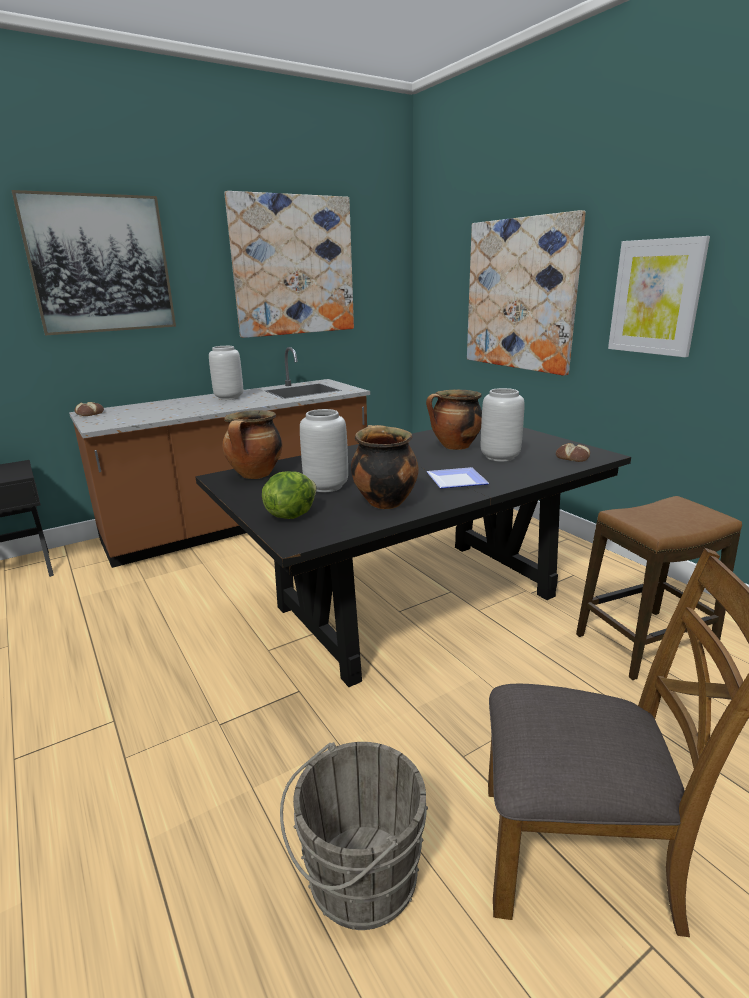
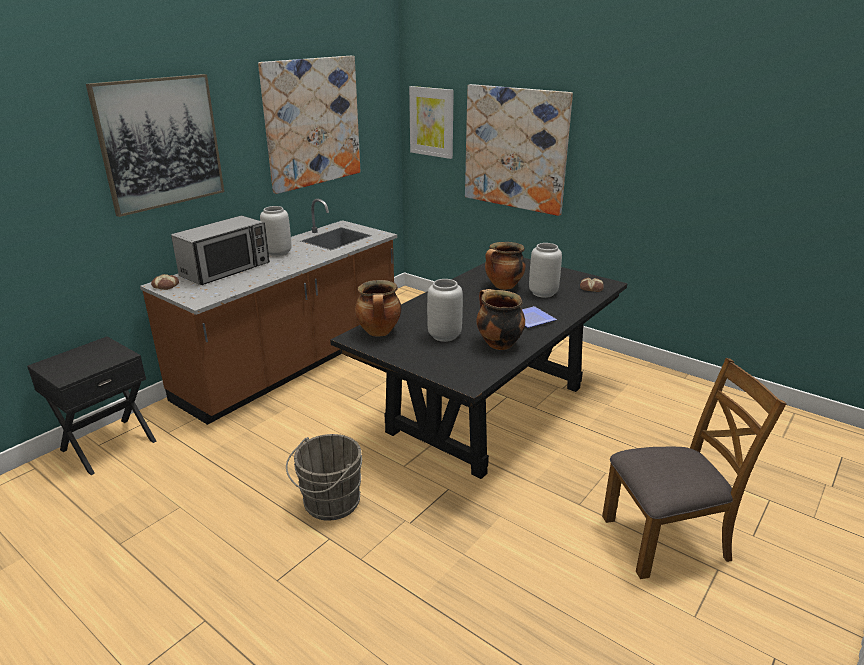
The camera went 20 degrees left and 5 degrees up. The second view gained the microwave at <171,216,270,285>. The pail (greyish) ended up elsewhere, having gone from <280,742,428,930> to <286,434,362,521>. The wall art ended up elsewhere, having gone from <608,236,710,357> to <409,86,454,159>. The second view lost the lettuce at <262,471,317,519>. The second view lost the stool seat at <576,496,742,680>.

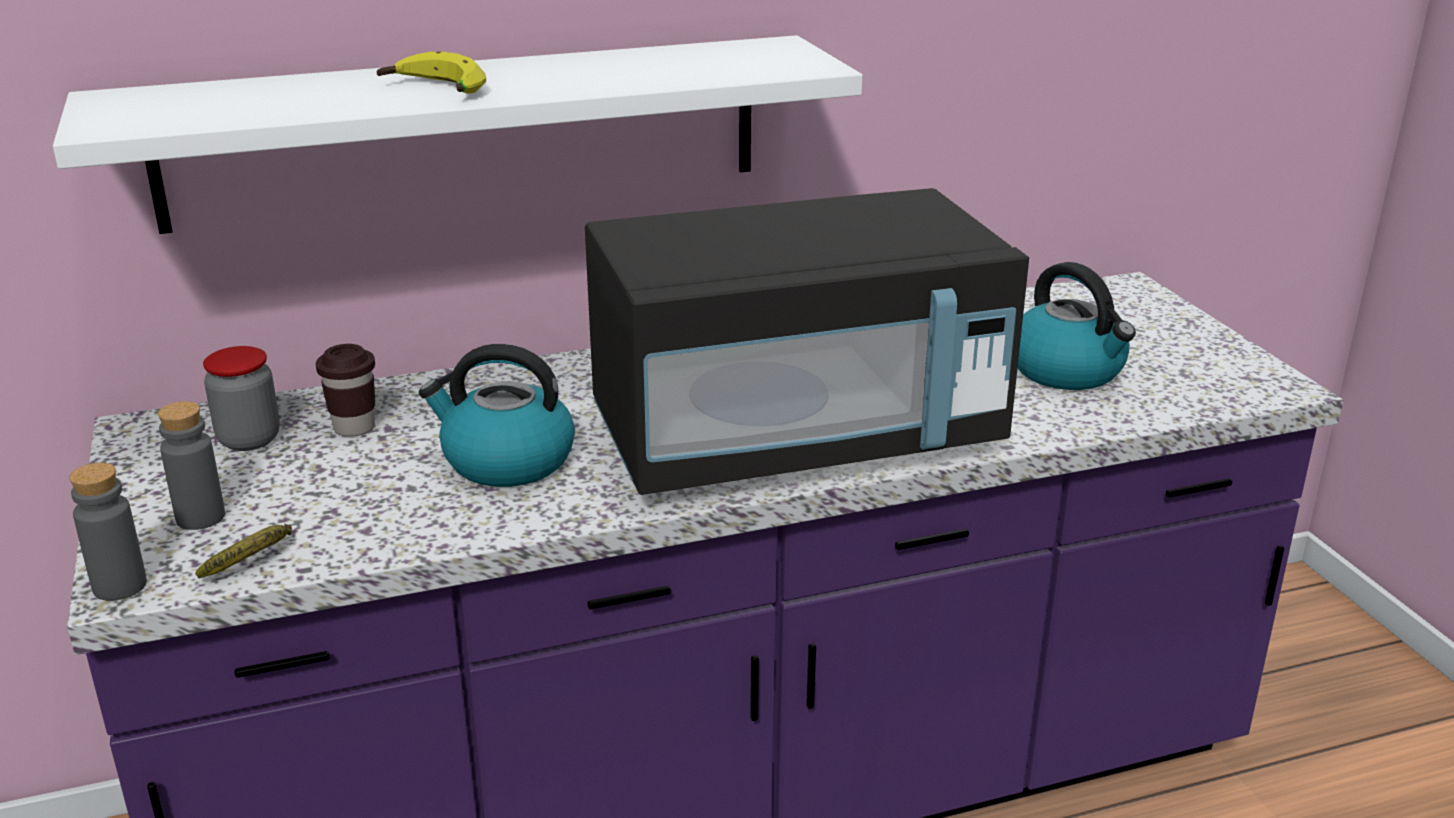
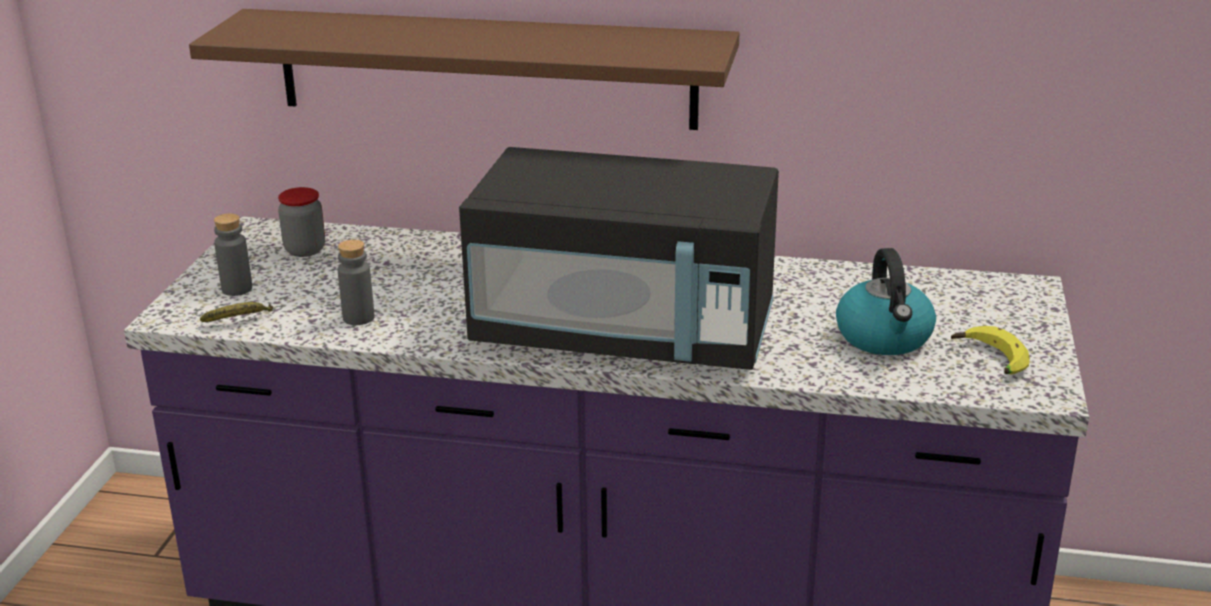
The camera went 30 degrees right and 0 degrees up. What was the bracket shelf (white-coloured) at <53,35,863,234> turned into the bracket shelf (brownish) at <189,9,739,130>. The bottle (greyish) ended up elsewhere, having gone from <69,463,147,601> to <337,240,374,325>. The banana ended up elsewhere, having gone from <377,52,486,94> to <951,326,1030,375>. The second view lost the small cup (brownish) at <316,344,375,437>. The second view lost the water kettle at <419,344,575,487>.

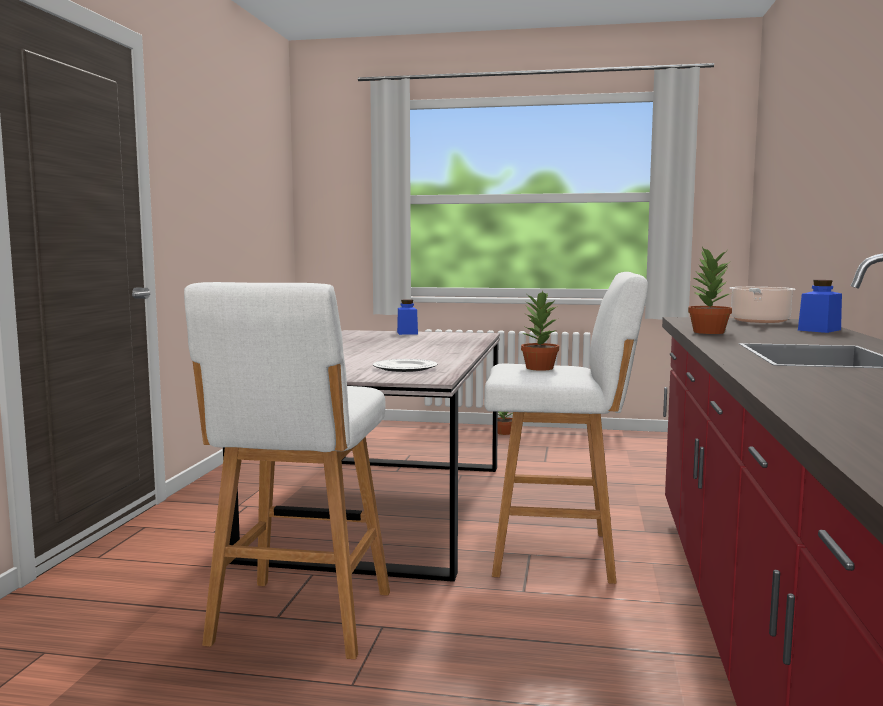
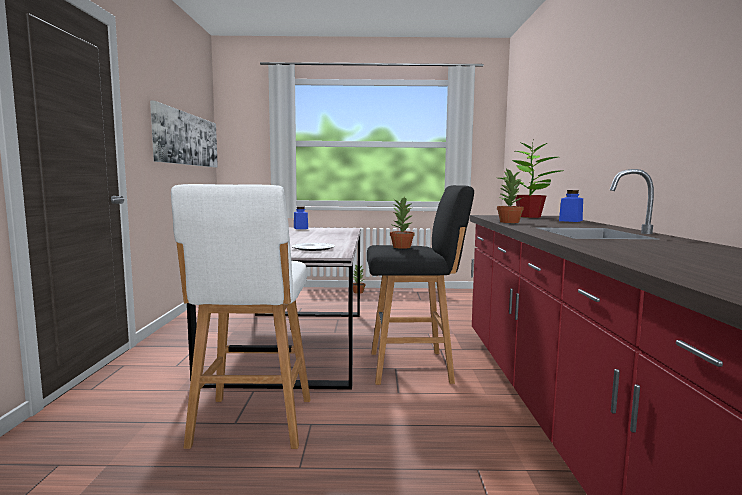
The camera went 10 degrees left and 0 degrees up. The second view gained the wall art at <150,101,218,167>. What was the stool seat (white-coloured) at <484,272,648,584> turned into the stool seat (blackish) at <367,185,474,385>. Where the saucepot stood at <729,287,796,323>, the plant in a pot came to stand at <499,143,561,218>.

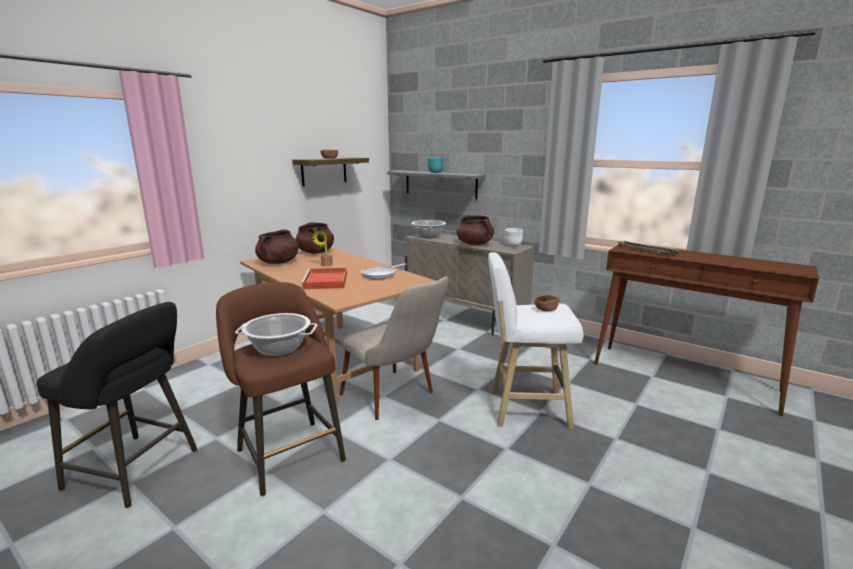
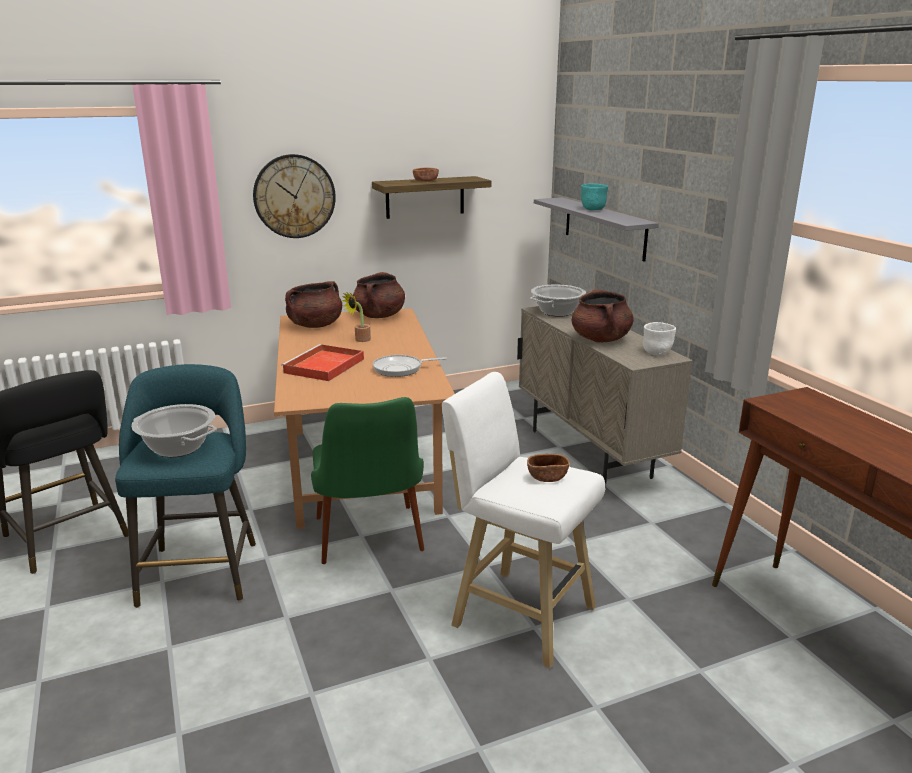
The camera went 30 degrees right and 5 degrees up. What was the stool seat (brownish) at <216,282,346,497> turned into the stool seat (turquoise) at <115,364,256,608>. The second view gained the hanging clock at <253,154,336,238>. What was the chair (sand-coloured) at <340,277,448,420> turned into the chair (green) at <311,397,424,564>. The second view lost the carrying tray at <616,240,679,255>.

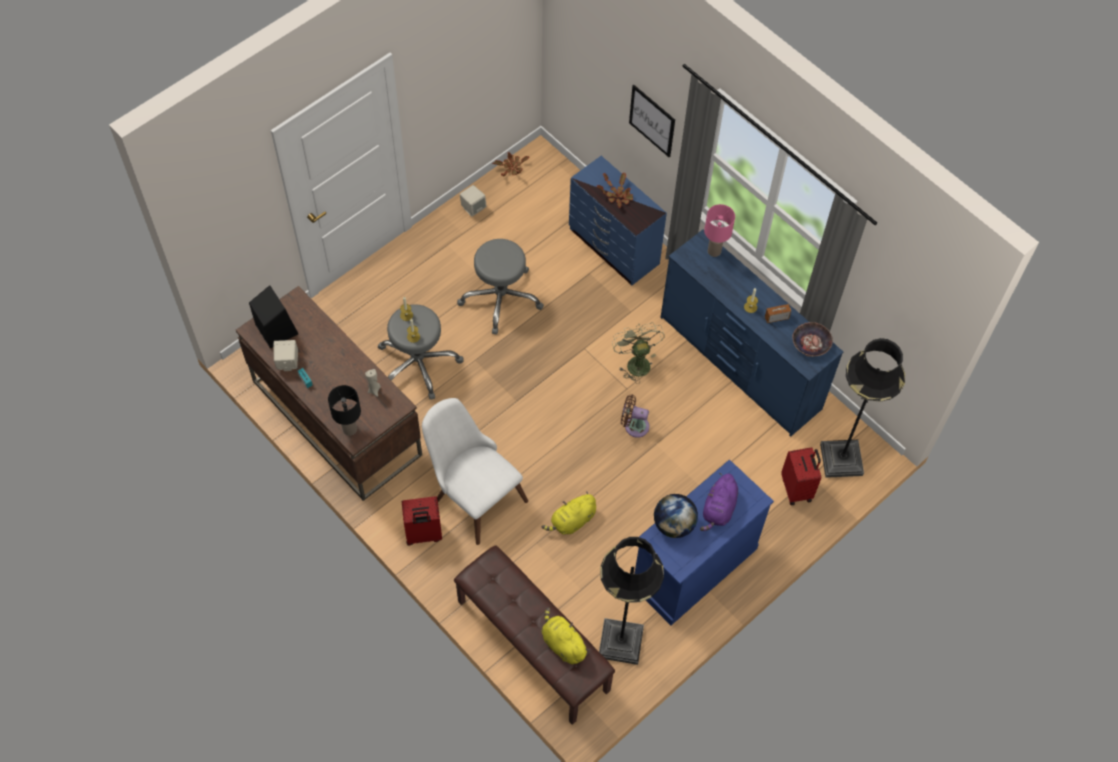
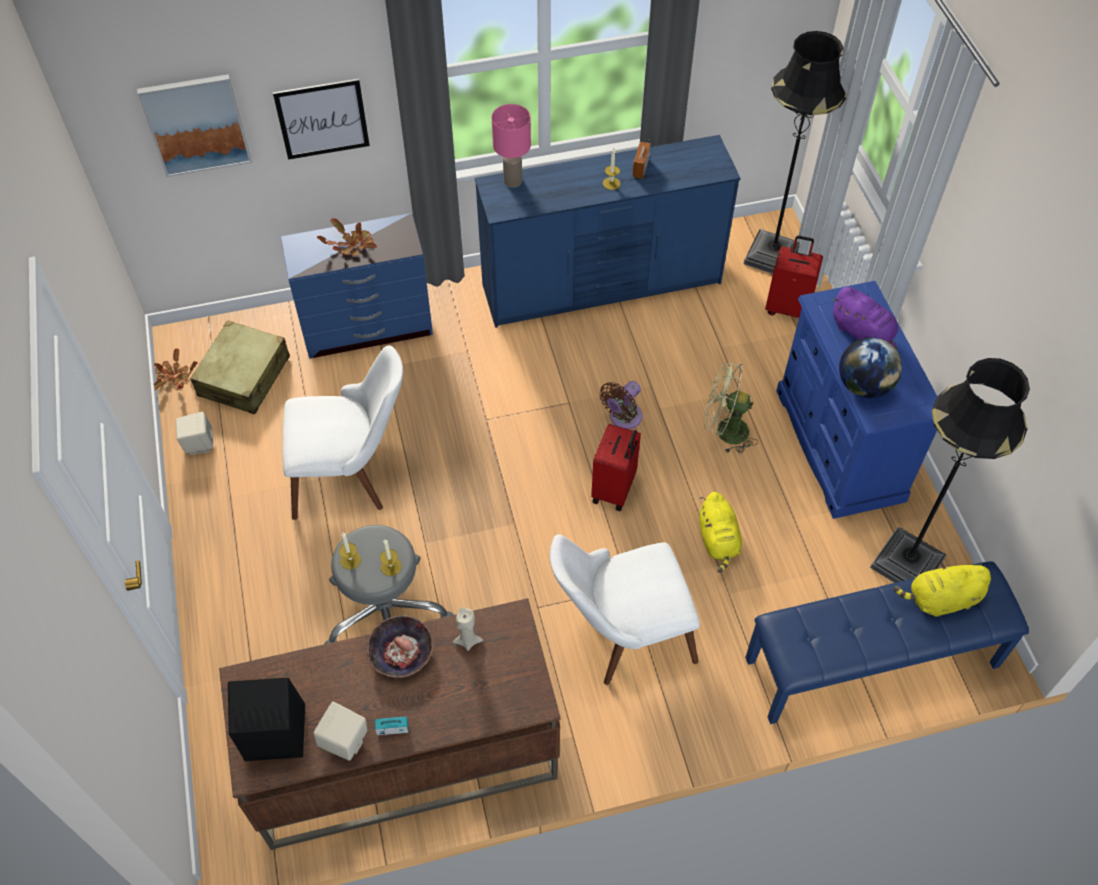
The camera went 60 degrees left and 5 degrees down. The second view gained the wall art at <137,74,252,177>. The second view gained the travel case (sand-coloured) at <190,320,290,414>. Where the stool seat (greyish) stood at <457,239,544,335>, the chair (white-coloured) came to stand at <283,345,403,520>. The serving bowl ended up elsewhere, having gone from <792,322,833,357> to <367,615,433,678>. The travel case (red) ended up elsewhere, having gone from <402,496,442,545> to <591,424,641,511>. The electric fan (green) ended up elsewhere, having gone from <612,322,665,384> to <704,363,758,454>. What was the indoor bench (brownish) at <454,545,615,725> turned into the indoor bench (blue-coloured) at <745,561,1029,724>. The second view lost the lamp for a table (blackish) at <328,385,361,436>.

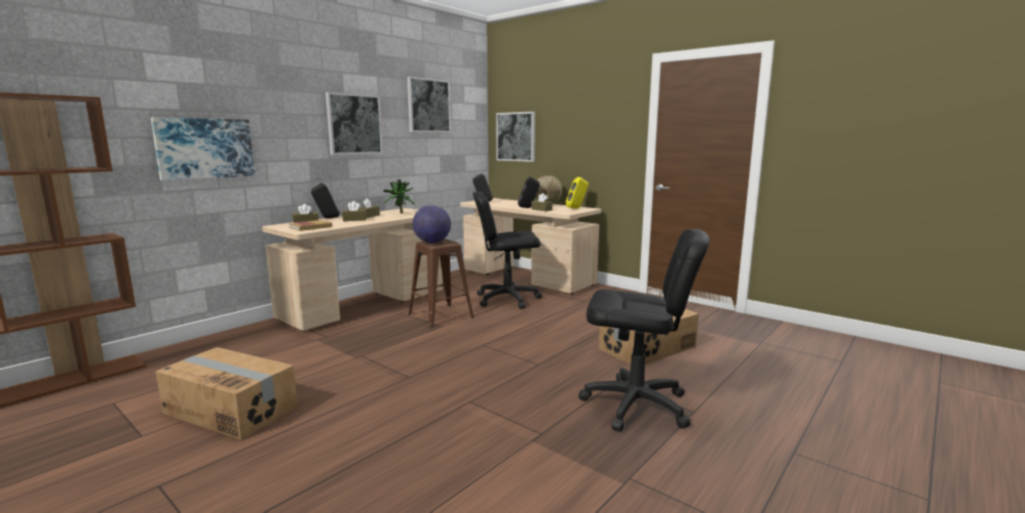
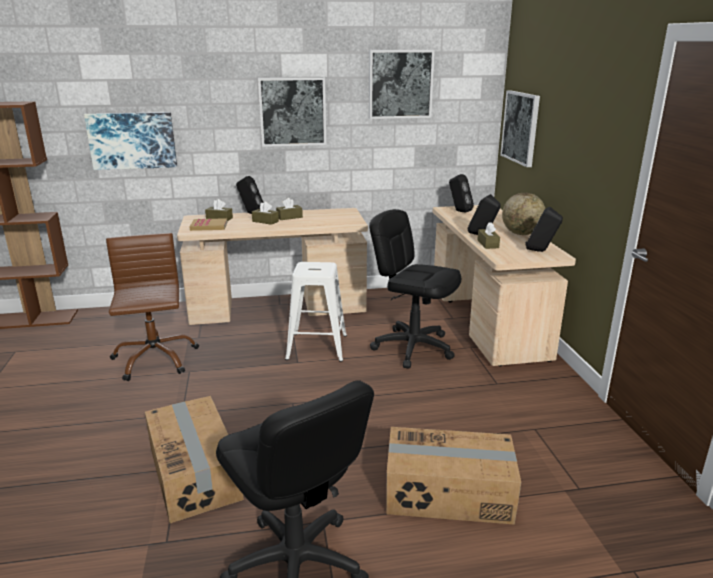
The camera went 40 degrees right and 10 degrees up. The second view gained the office chair (brownish) at <106,233,199,381>. The packing box ended up elsewhere, having gone from <155,347,298,440> to <145,396,244,523>. What was the stool seat (brownish) at <408,239,474,328> turned into the stool seat (white-coloured) at <285,262,347,362>. What was the loudspeaker (yellowish) at <566,177,588,209> turned into the loudspeaker (blackish) at <525,207,563,252>. The second view lost the plant in a pot at <383,180,415,214>. The second view lost the globe at <412,205,451,243>.

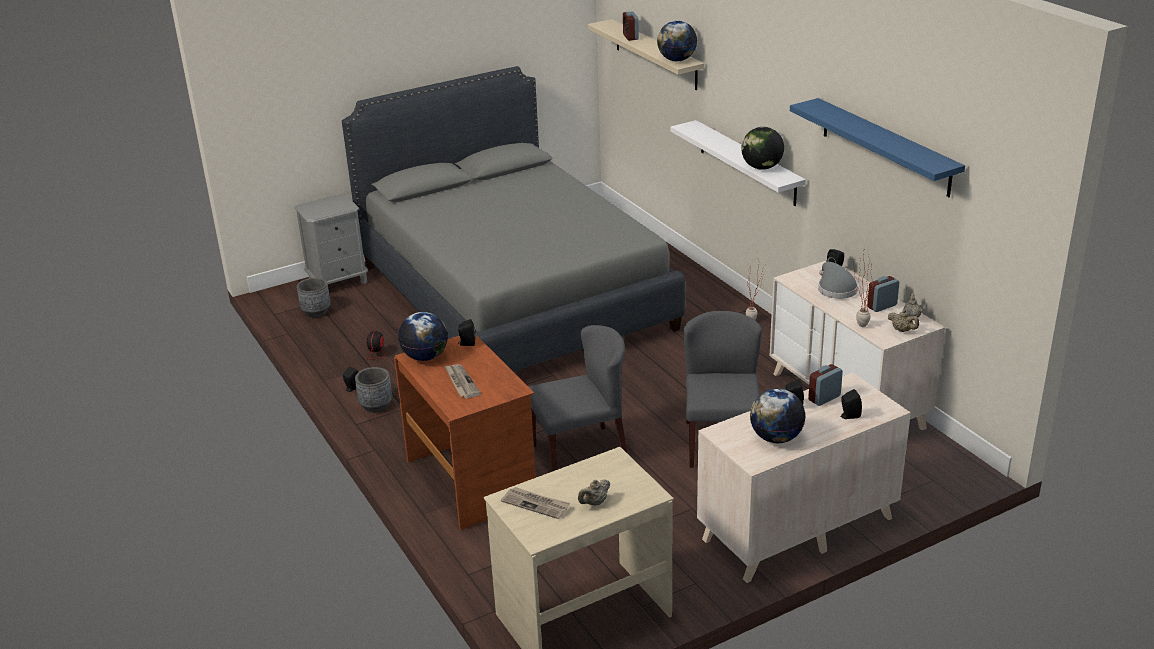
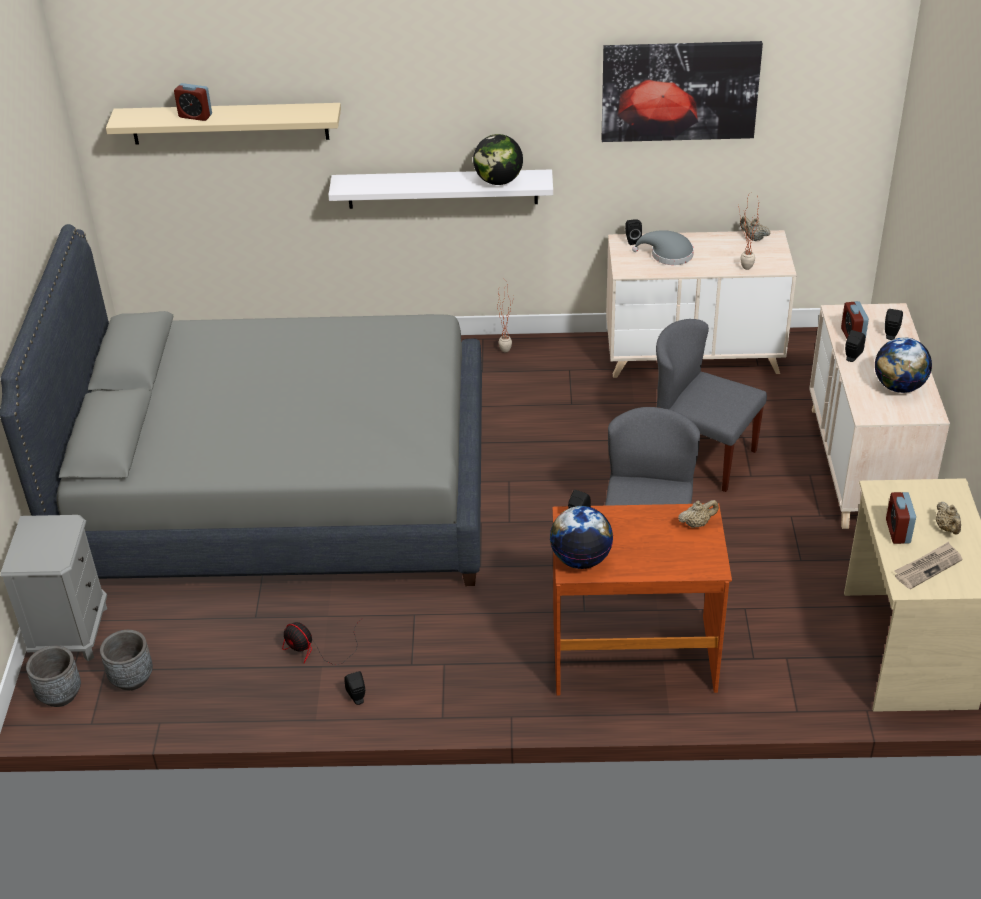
The camera went 60 degrees left and 10 degrees up. The flower pot (greyish) ended up elsewhere, having gone from <355,367,392,413> to <26,646,81,707>. Where the bracket shelf (blue-coloured) hung at <790,98,965,197>, the wall art came to hang at <602,41,763,142>. The teapot (sand-coloured) ended up elsewhere, having gone from <887,309,919,332> to <678,500,719,528>. The bedside clock ended up elsewhere, having gone from <867,276,899,312> to <886,492,916,544>. The second view lost the newspaper at <445,364,481,398>. The second view lost the globe at <657,21,697,61>.

